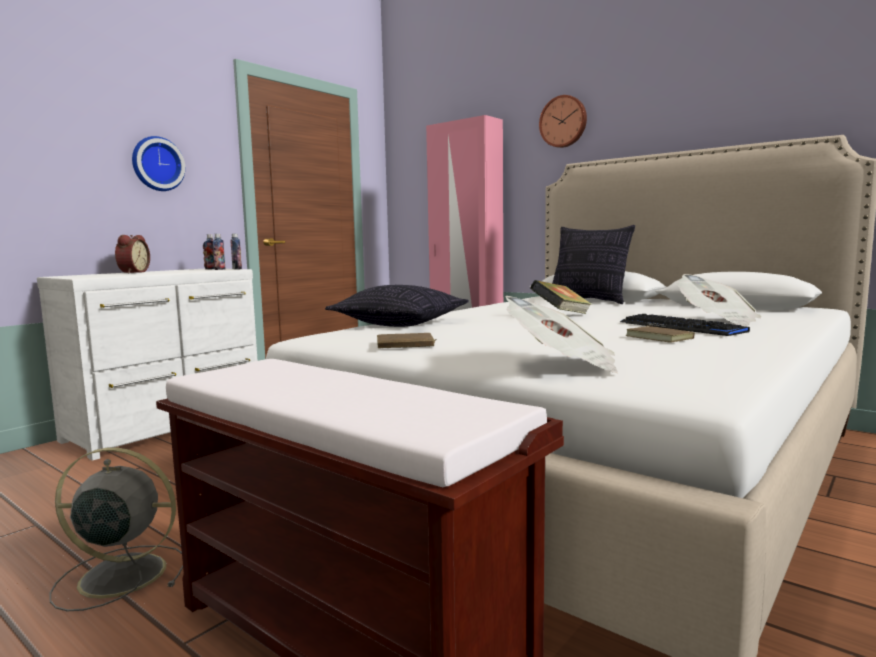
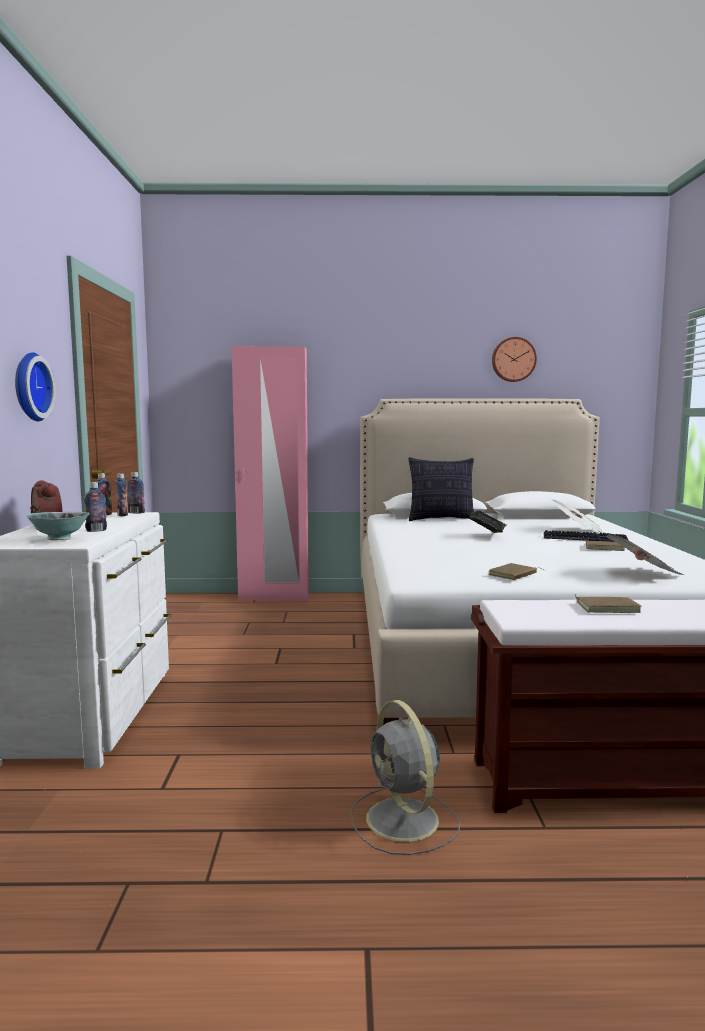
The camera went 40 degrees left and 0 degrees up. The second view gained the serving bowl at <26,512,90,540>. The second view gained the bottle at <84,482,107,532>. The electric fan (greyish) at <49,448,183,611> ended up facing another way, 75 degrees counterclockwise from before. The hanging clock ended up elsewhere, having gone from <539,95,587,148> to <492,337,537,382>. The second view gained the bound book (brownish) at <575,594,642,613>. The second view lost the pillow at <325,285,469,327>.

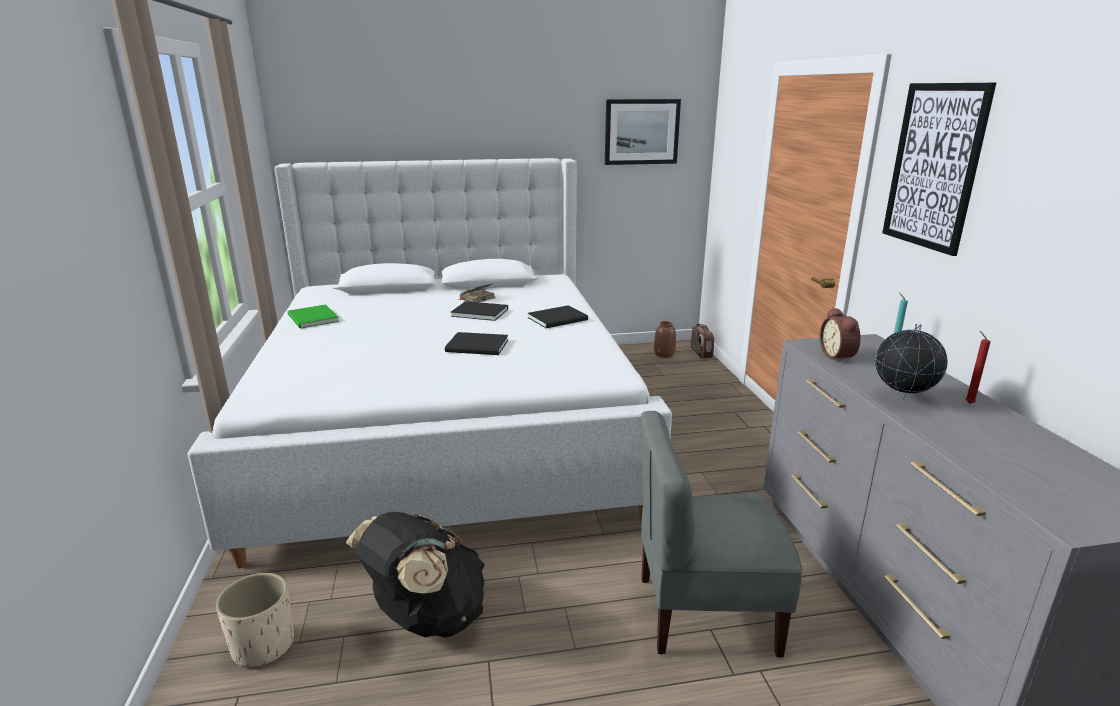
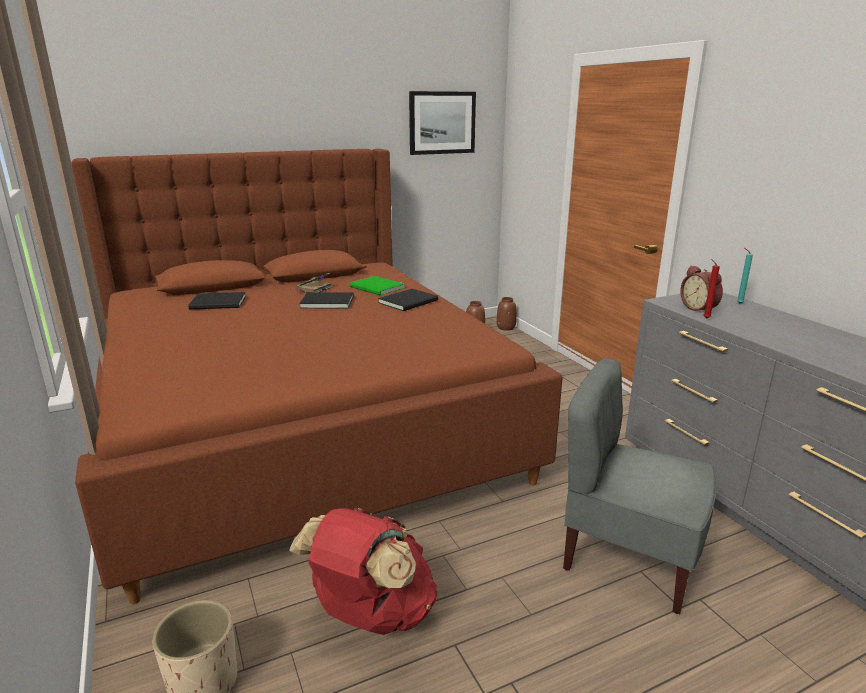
The camera went 15 degrees left and 0 degrees up. What was the sleeping bed (white-coloured) at <188,158,672,568> turned into the sleeping bed (brownish) at <71,149,563,604>. The bound book (blackish) ended up elsewhere, having gone from <445,332,508,355> to <188,292,246,309>. What was the rucksack (blackish) at <346,512,485,638> turned into the rucksack (red) at <289,508,437,635>. The bound book (green) ended up elsewhere, having gone from <288,304,339,329> to <350,276,405,296>. Where the radio receiver stood at <691,324,714,359>, the vase (brownish) came to stand at <497,297,517,331>. The chair (greyish) at <641,411,803,658> ended up facing another way, 45 degrees clockwise from before. The candle (red) ended up elsewhere, having gone from <965,331,990,404> to <704,259,720,318>. The second view lost the globe at <875,324,948,399>. The second view lost the wall art at <882,83,996,256>.

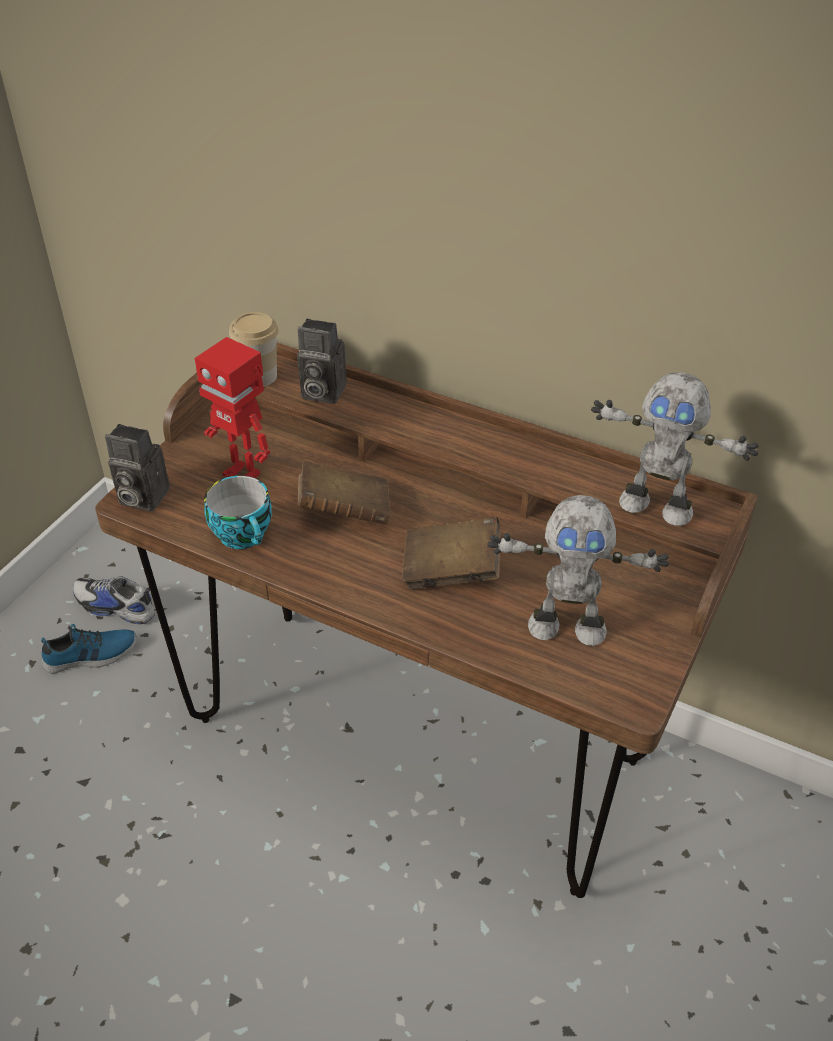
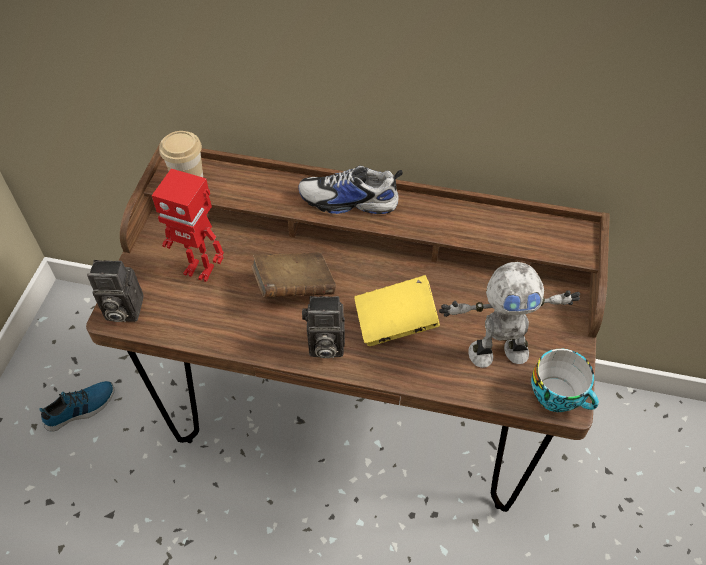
The camera went 15 degrees left and 10 degrees up. The shoe ended up elsewhere, having gone from <73,576,155,624> to <299,165,403,214>. The photo camera ended up elsewhere, having gone from <297,319,347,404> to <302,296,345,358>. What was the bound book (brownish) at <402,517,501,590> turned into the bound book (yellowish) at <355,275,440,346>. The small cup ended up elsewhere, having gone from <204,476,272,549> to <531,348,599,412>. The second view lost the robot figure at <591,372,759,526>.

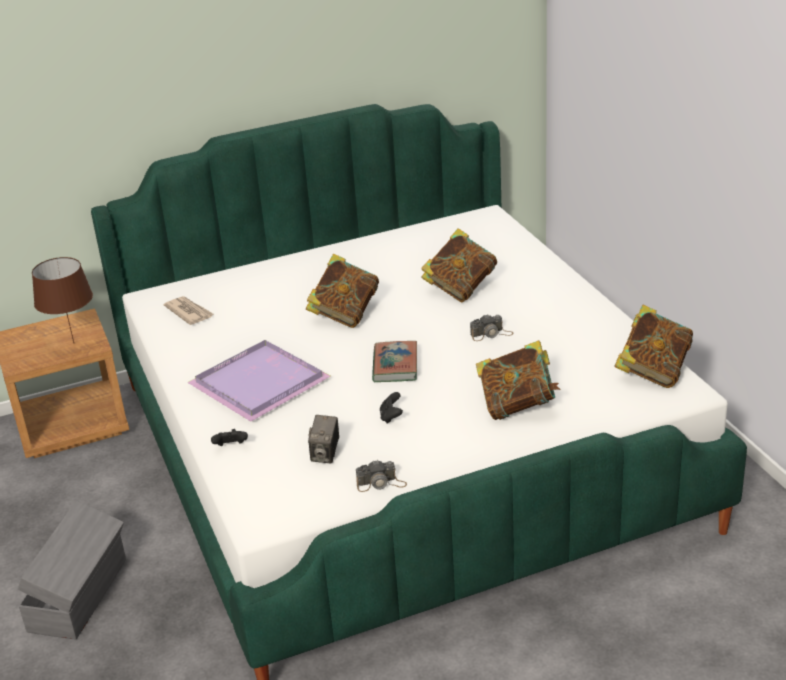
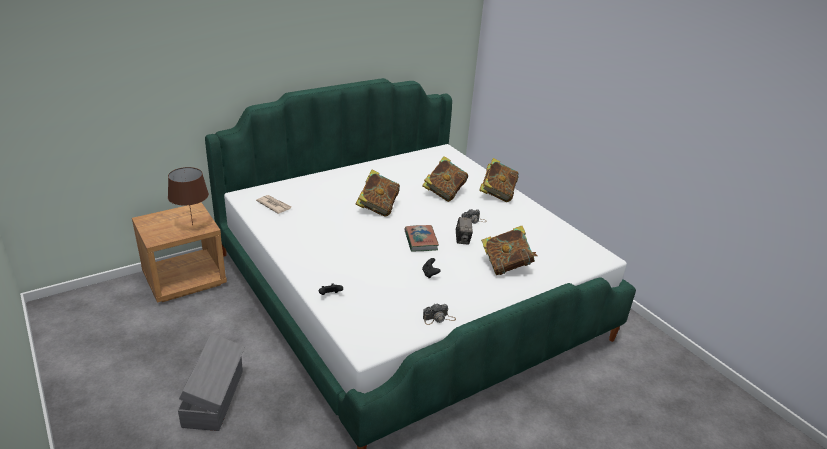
The camera went 15 degrees left and 0 degrees up. The photo camera ended up elsewhere, having gone from <308,415,339,463> to <456,217,473,245>. The bound book ended up elsewhere, having gone from <614,305,693,388> to <479,158,519,202>. The second view lost the carrying tray (purplish) at <187,340,331,422>.

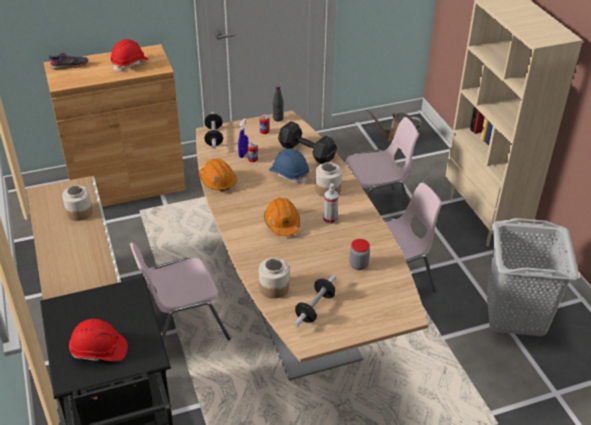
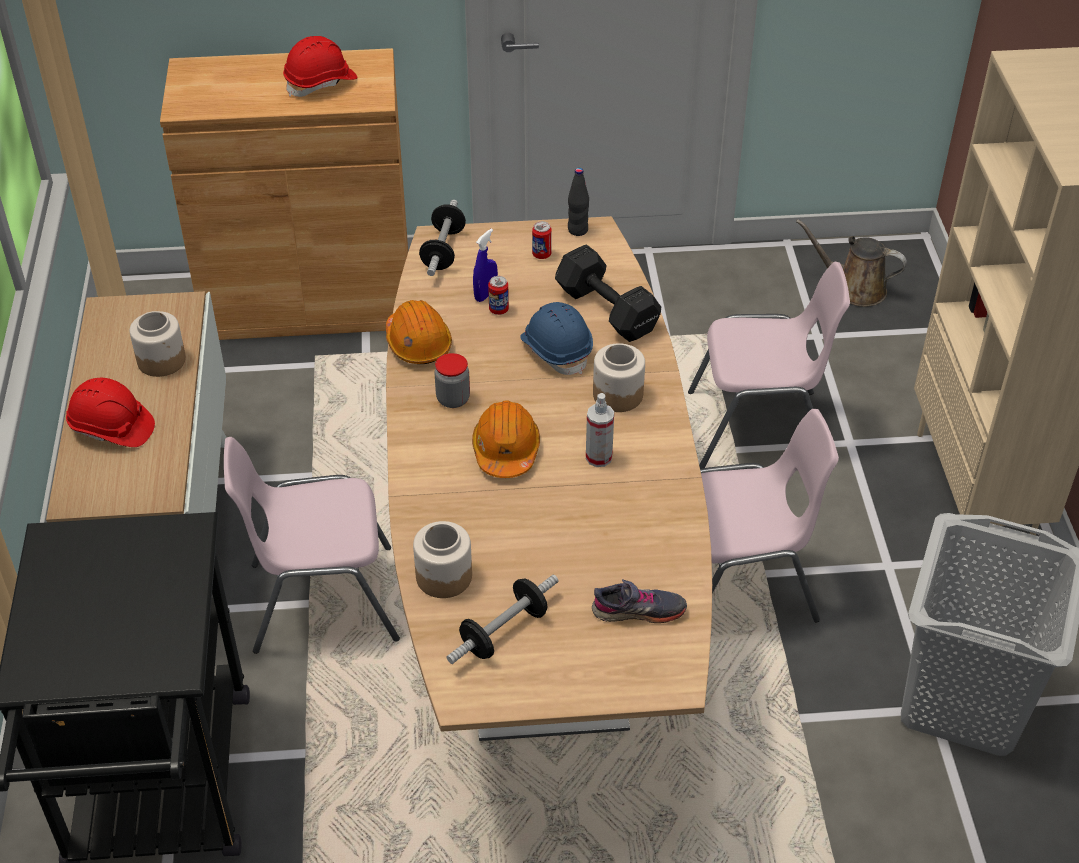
The camera went 15 degrees right and 5 degrees up. The hard hat (red) ended up elsewhere, having gone from <69,319,128,361> to <66,378,155,447>. The preserve jar ended up elsewhere, having gone from <349,239,370,270> to <434,353,470,408>. The shoe (greyish) ended up elsewhere, having gone from <49,52,88,70> to <592,579,687,623>.

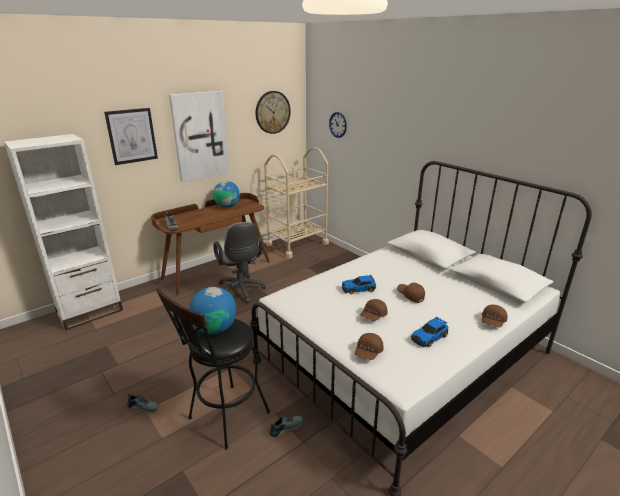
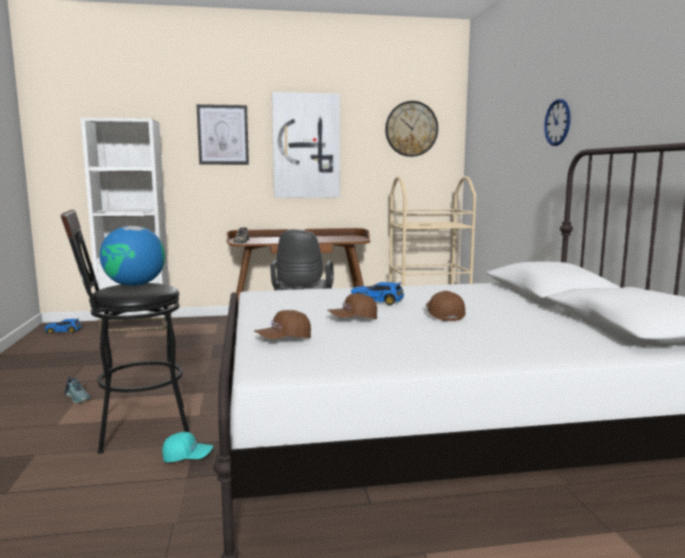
The camera went 30 degrees right and 15 degrees down. The toy car ended up elsewhere, having gone from <411,317,449,348> to <45,318,82,334>. Where the shoe stood at <269,416,303,437>, the peaked cap (turquoise) came to stand at <162,432,213,462>. The hanging clock ended up elsewhere, having gone from <329,112,347,138> to <544,99,570,146>. The second view lost the globe at <213,181,240,207>. The second view lost the peaked cap (brownish) at <481,305,507,328>.

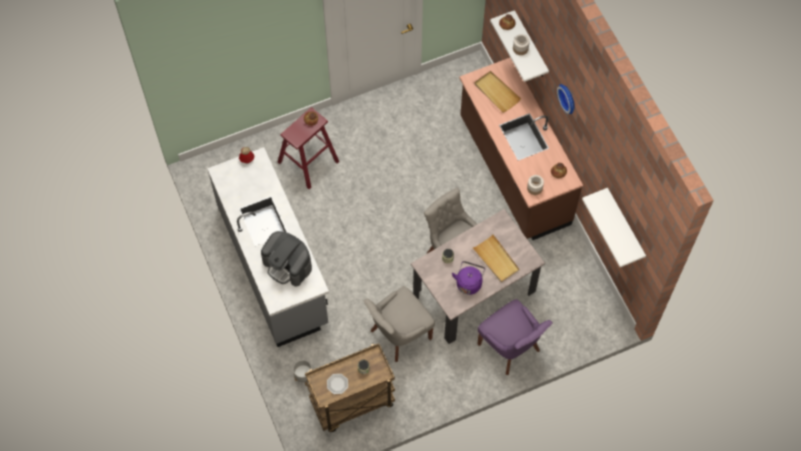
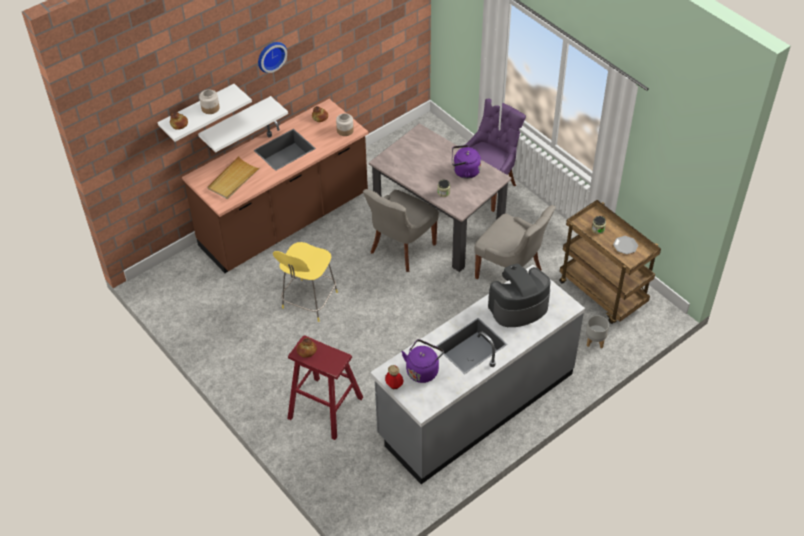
The camera went 105 degrees left and 15 degrees down. The bracket shelf (white-coloured) ended up elsewhere, having gone from <582,188,646,267> to <198,96,288,152>. The second view gained the stool seat (yellowish) at <273,242,338,322>. The second view gained the water kettle (purplish) at <402,339,444,383>. The coffee brewer at <261,231,312,286> ended up facing another way, 135 degrees counterclockwise from before. The second view lost the carrying tray (sand-coloured) at <472,234,520,282>.

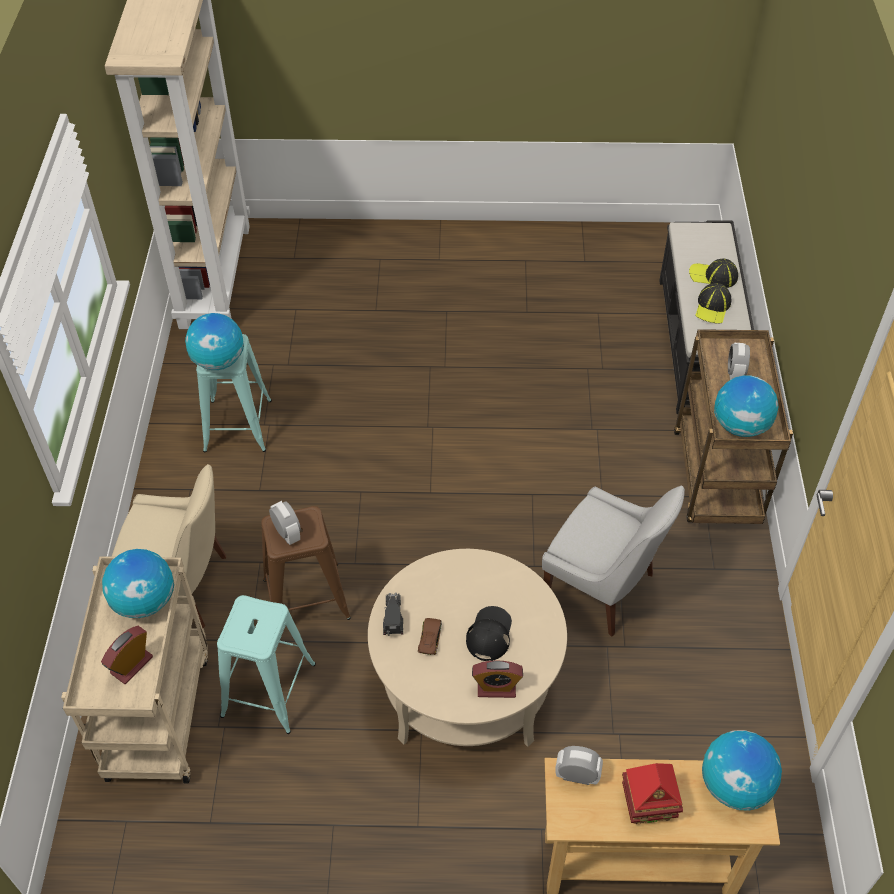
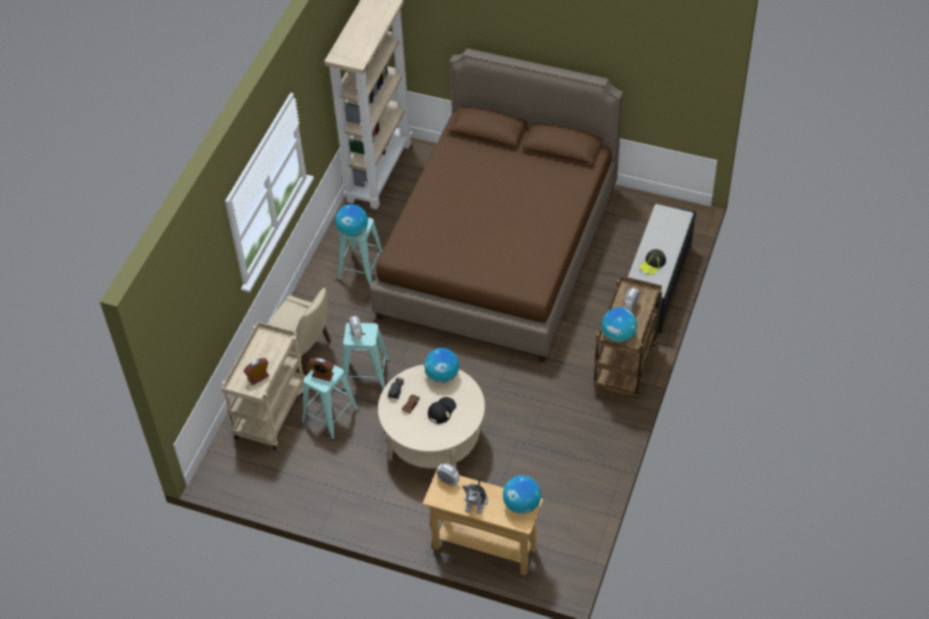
The camera went 20 degrees right and 0 degrees up. The bedside clock ended up elsewhere, having gone from <472,661,523,698> to <309,358,334,381>. What was the stool seat (brownish) at <261,506,351,620> turned into the stool seat (turquoise) at <342,323,390,390>. The second view gained the sleeping bed (brownish) at <370,48,623,362>. The globe ended up elsewhere, having gone from <102,549,174,618> to <424,348,459,383>. Where the toy house stood at <622,763,683,824>, the cuddly toy came to stand at <463,478,488,514>. The second view lost the chair (white-coloured) at <542,486,685,637>. The second view lost the peaked cap at <689,259,738,288>.

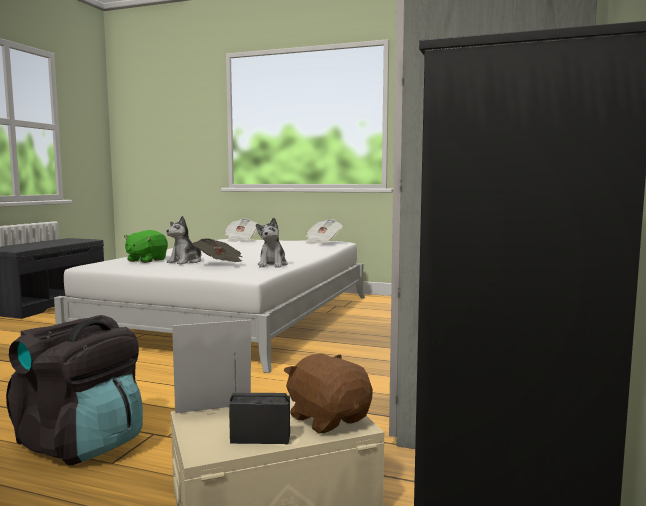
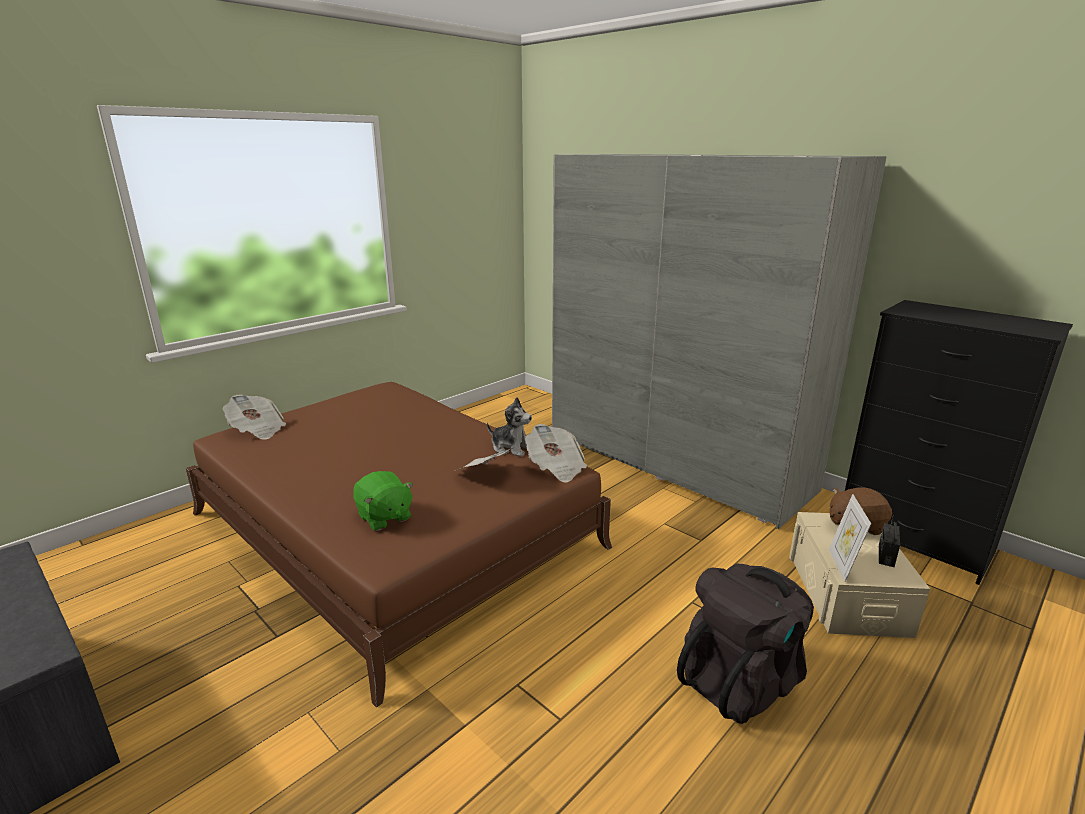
The camera went 65 degrees left and 15 degrees up. What was the sleeping bed (white-coloured) at <54,239,365,373> turned into the sleeping bed (brownish) at <186,382,612,708>. The newspaper ended up elsewhere, having gone from <305,219,343,244> to <525,424,587,483>. The second view lost the cuddly toy at <166,216,201,264>.

